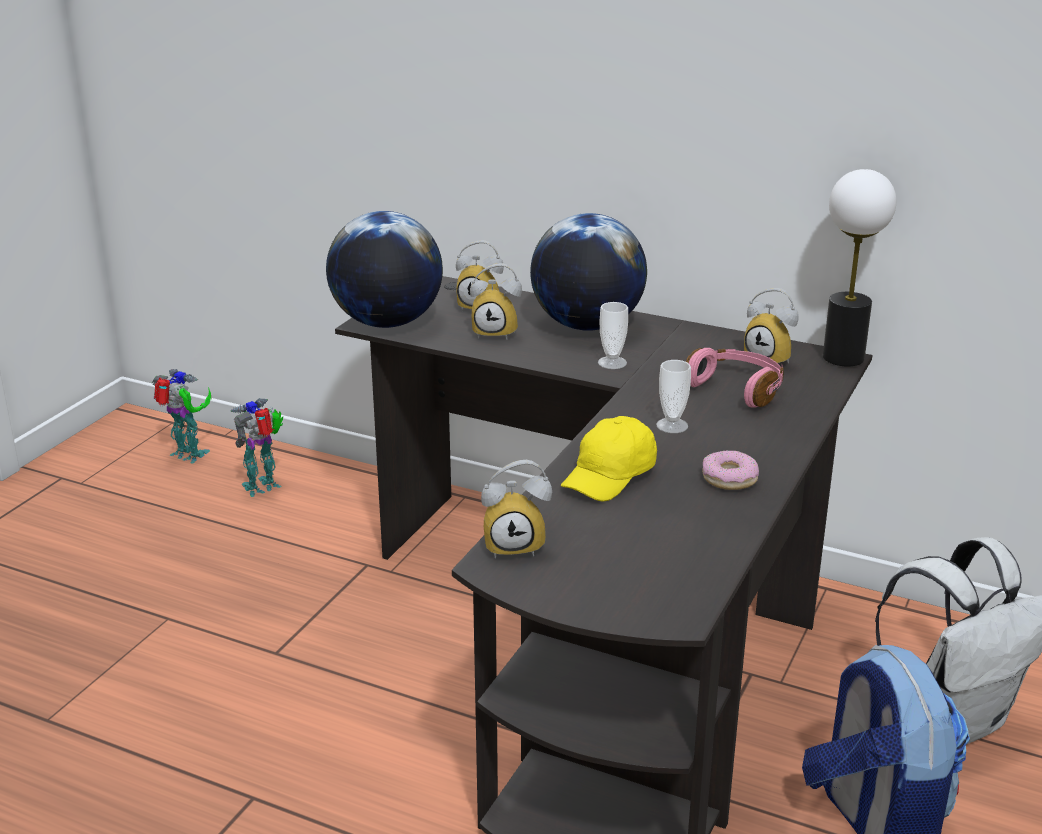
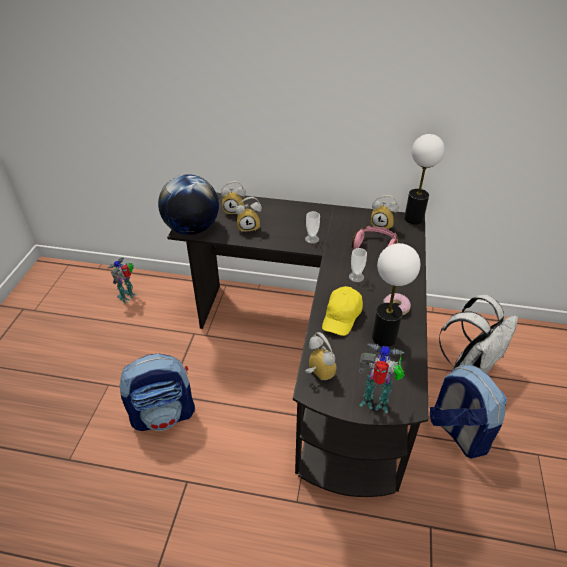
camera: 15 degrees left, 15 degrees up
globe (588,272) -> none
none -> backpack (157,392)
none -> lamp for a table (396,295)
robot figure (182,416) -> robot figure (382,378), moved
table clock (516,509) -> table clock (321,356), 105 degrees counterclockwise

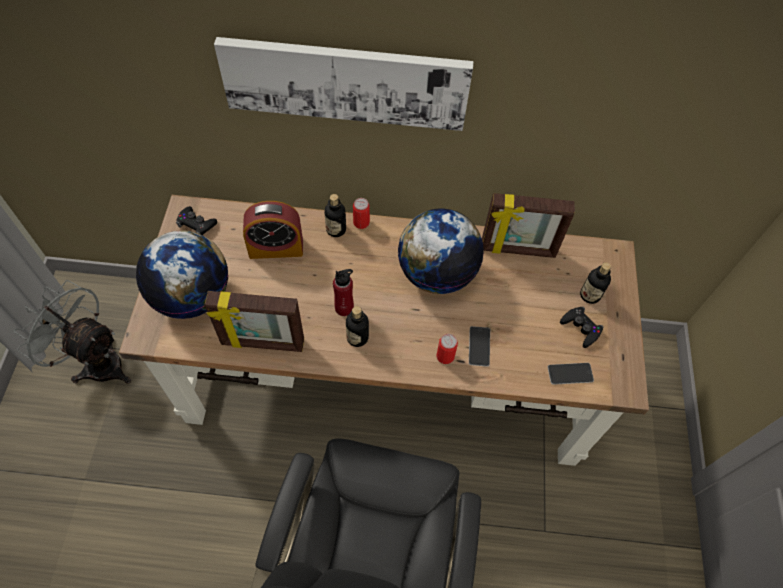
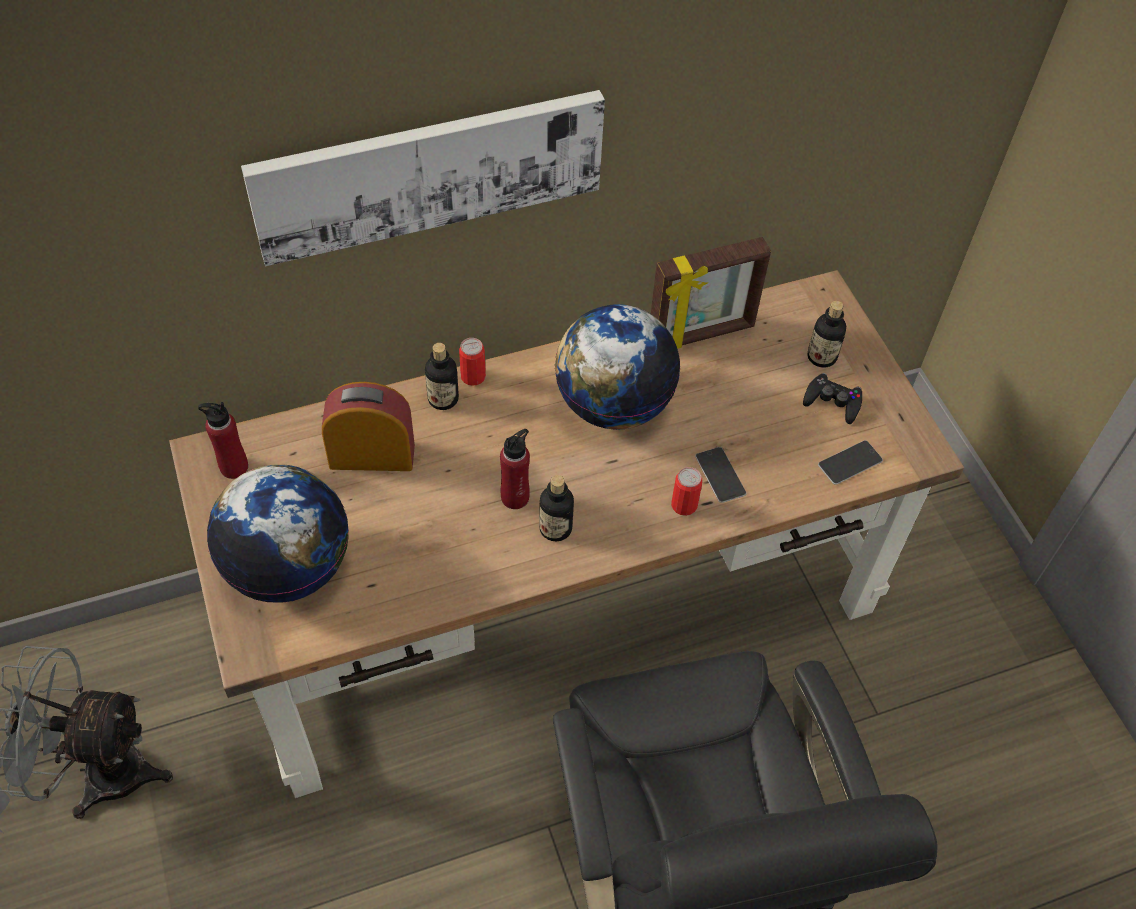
camera: 25 degrees left, 5 degrees down
picture frame (254,321) -> none
game controller (black) (196,220) -> beverage bottle (reddish) (223,440)
table clock (273,230) -> table clock (368,426), 150 degrees counterclockwise

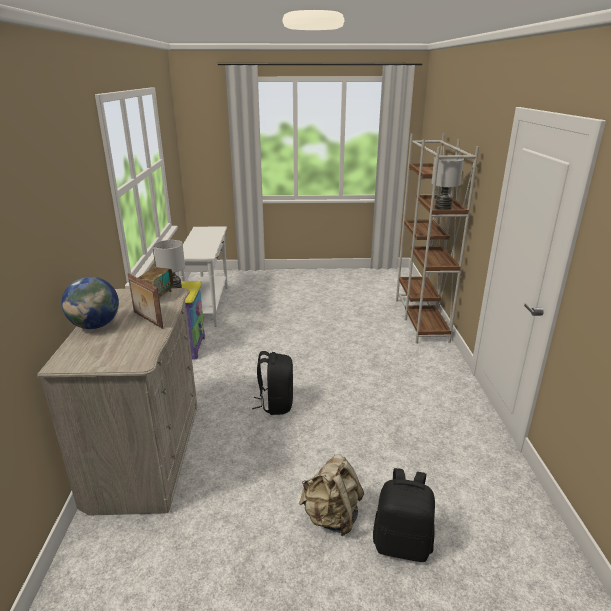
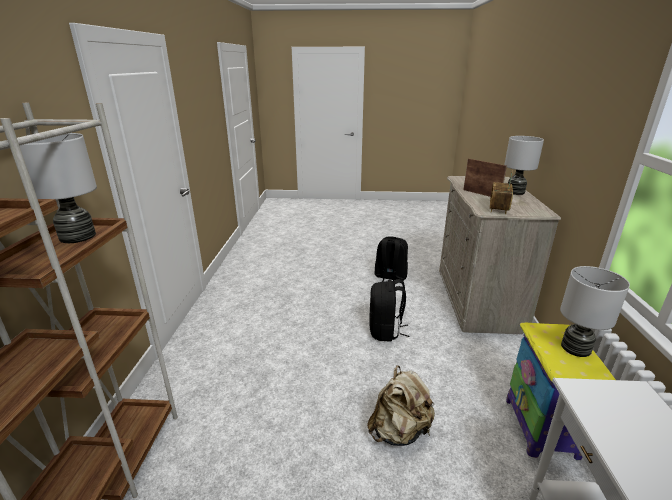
camera: 175 degrees left, 0 degrees up
backpack (sand-coloured) (331,495) -> backpack (sand-coloured) (401,405), moved
backpack (black) (404,515) -> backpack (black) (391,259), moved
globe (90,303) -> lamp for a table (greyish) (524,165)

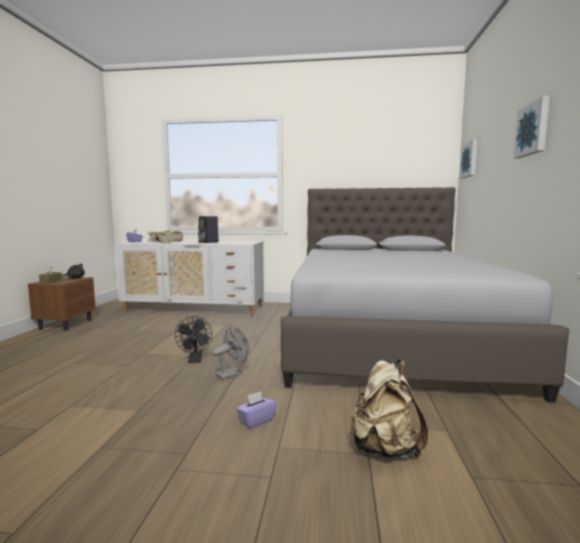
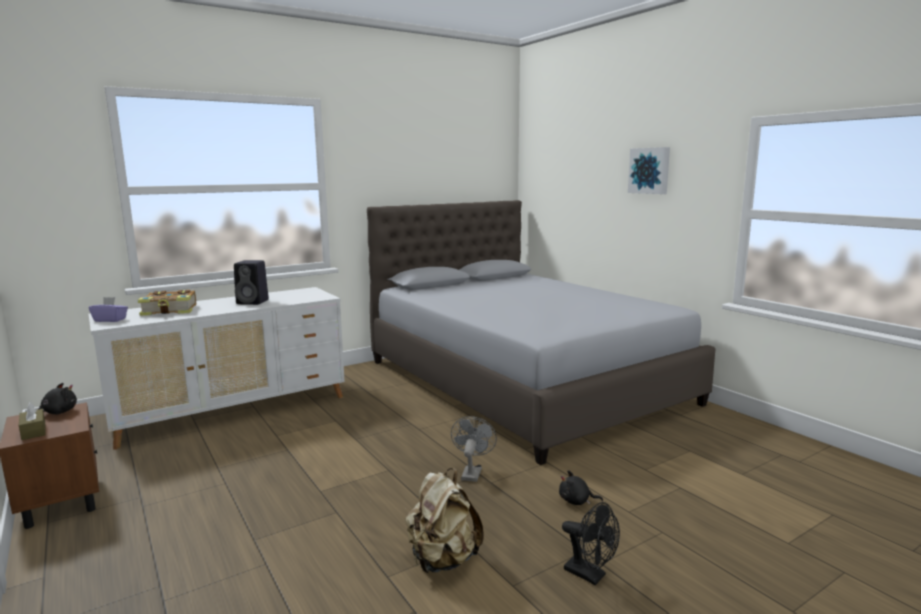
camera: 40 degrees left, 5 degrees up
wall art (468,159) -> none
fan (black) (193,340) -> fan (black) (591,543), moved
backpack (sand-coloured) (389,409) -> backpack (sand-coloured) (445,520), moved
tissue box (purple-coloured) (256,409) -> cuddly toy (black) (581,487)

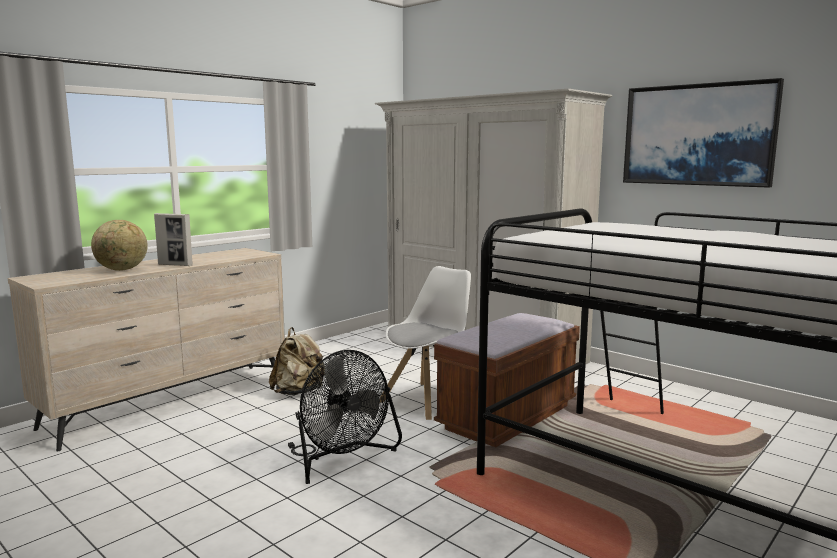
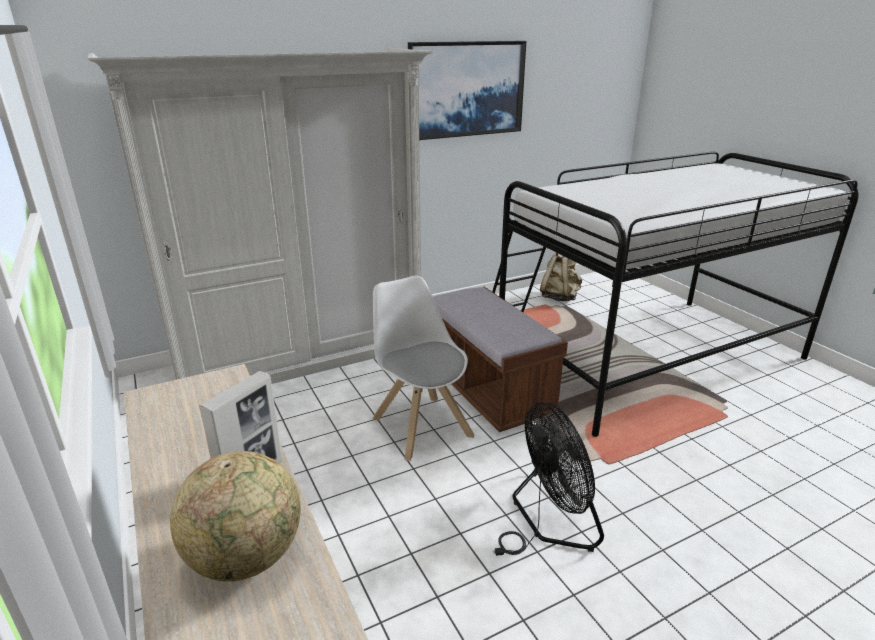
camera: 70 degrees left, 15 degrees up
backpack (sand-coloured) (297,361) -> backpack (sand-coloured) (561,277), moved

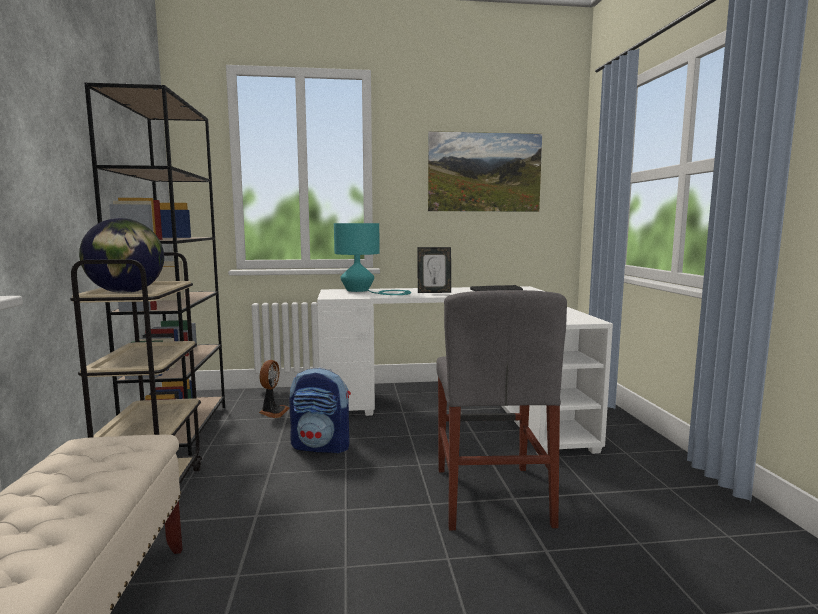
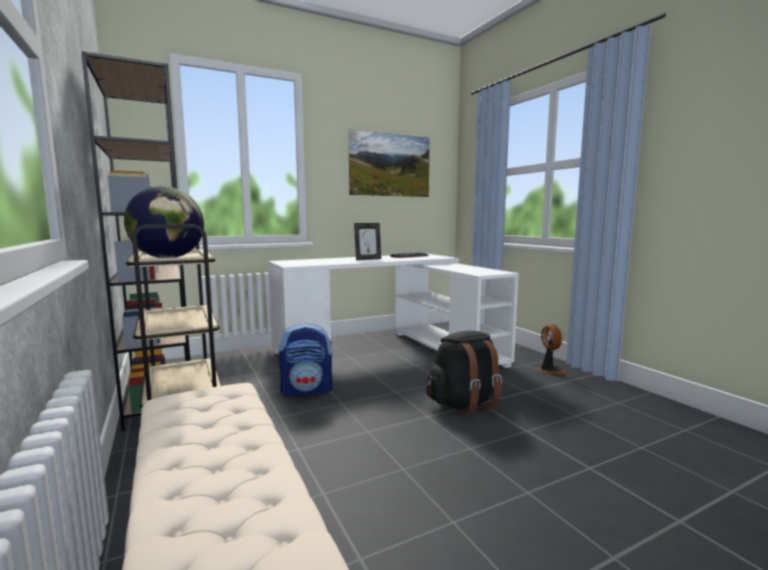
camera: 20 degrees left, 0 degrees up
lamp for a table (blue-green) (372,259) -> none
fan (274,389) -> fan (553,349), moved
chair (greyish) (501,410) -> backpack (black) (464,373)

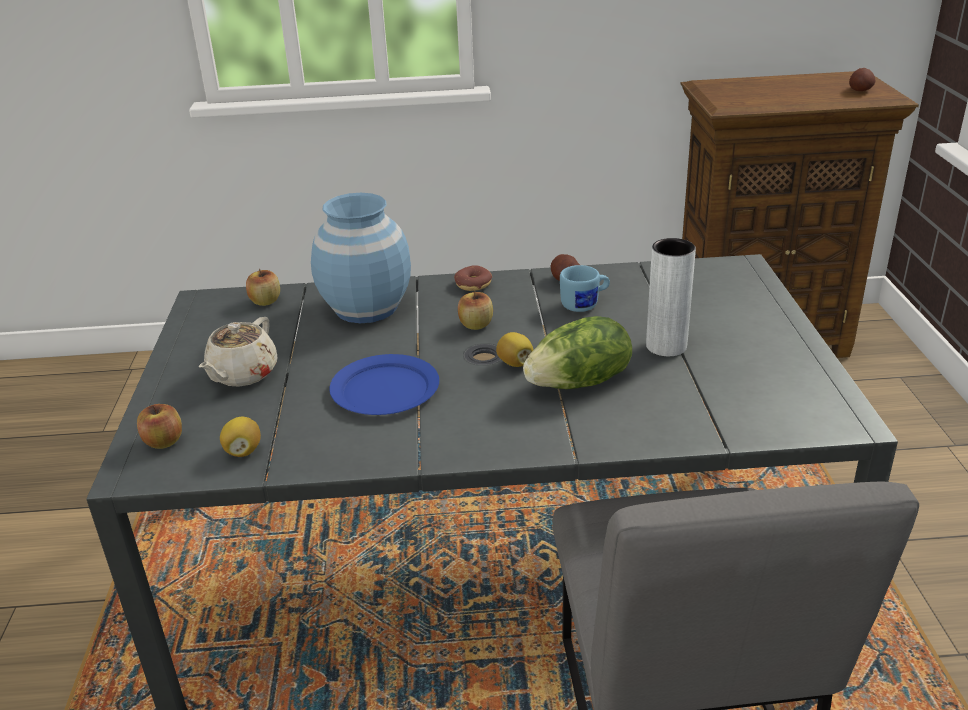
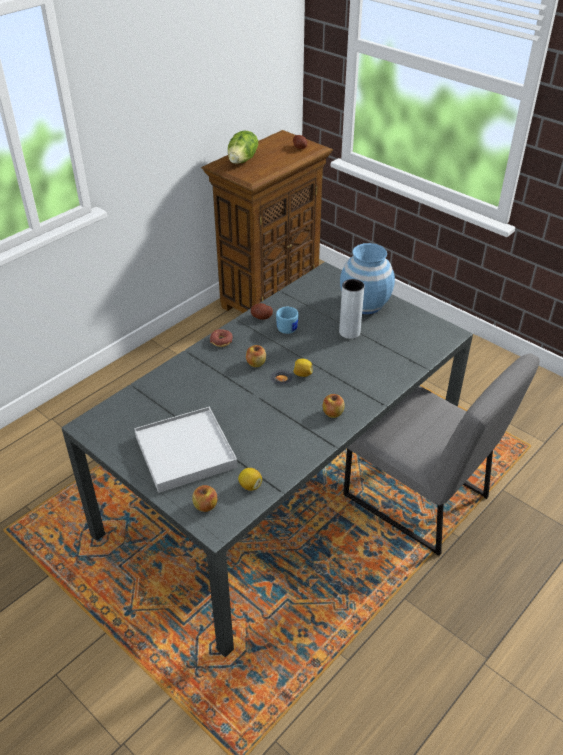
camera: 45 degrees left, 10 degrees up
plate (blue) (384,384) -> none
whole apple (263,287) -> whole apple (334,406), moved
decorative vase (blue) (361,258) -> decorative vase (blue) (367,278), moved
lettuce head (577,352) -> lettuce head (243,147), moved
pot for tea (sand-coloured) (238,352) -> serving tray (whitish) (185,450)

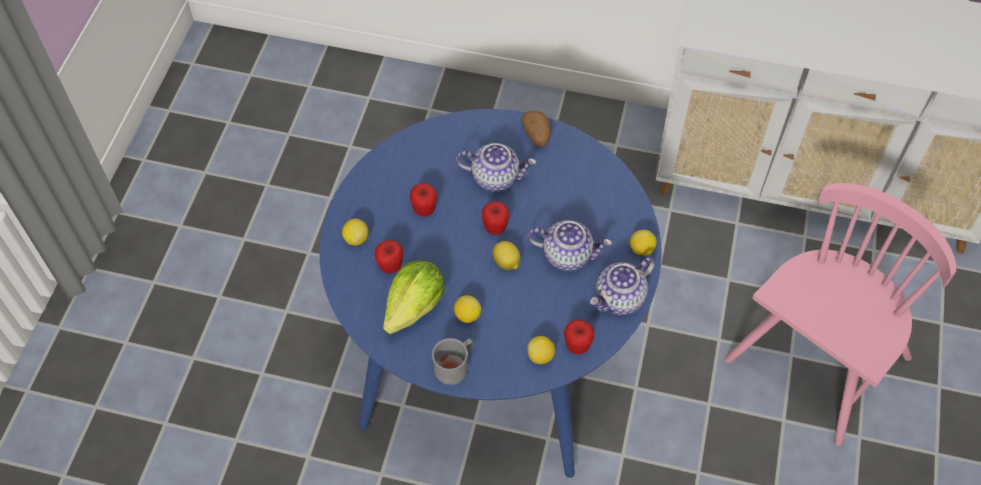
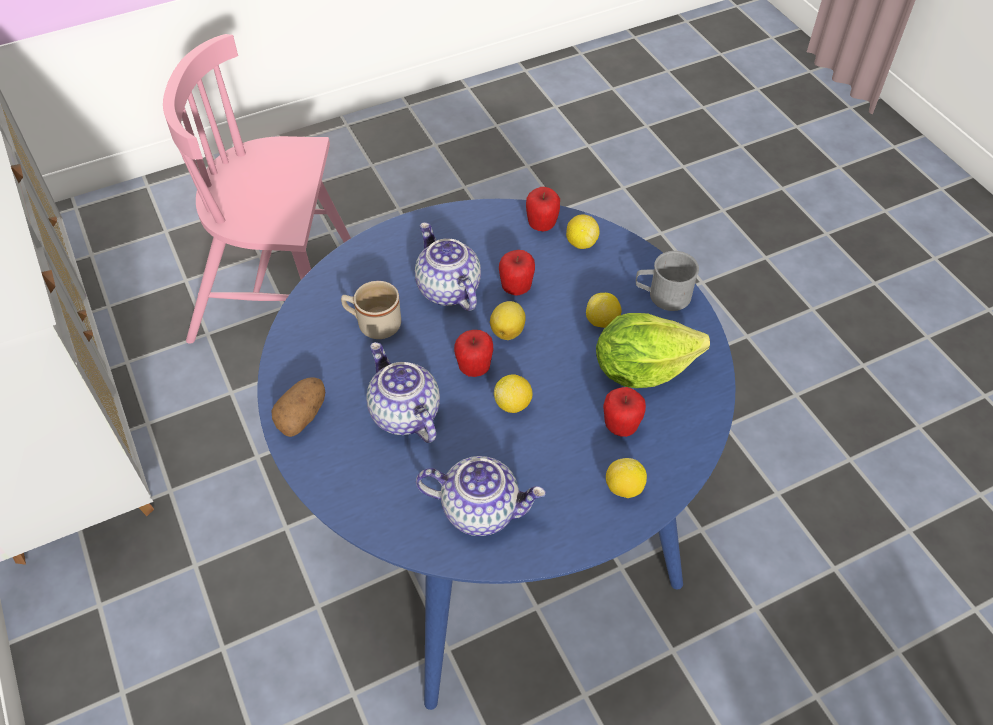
camera: 130 degrees left, 5 degrees down
none -> coffee mug (sand-coloured) (371,310)
whole apple (423,200) -> whole apple (517,273), moved
pot for tea (622,286) -> pot for tea (481,496), moved
whole lemon (643,243) -> whole lemon (513,393), moved

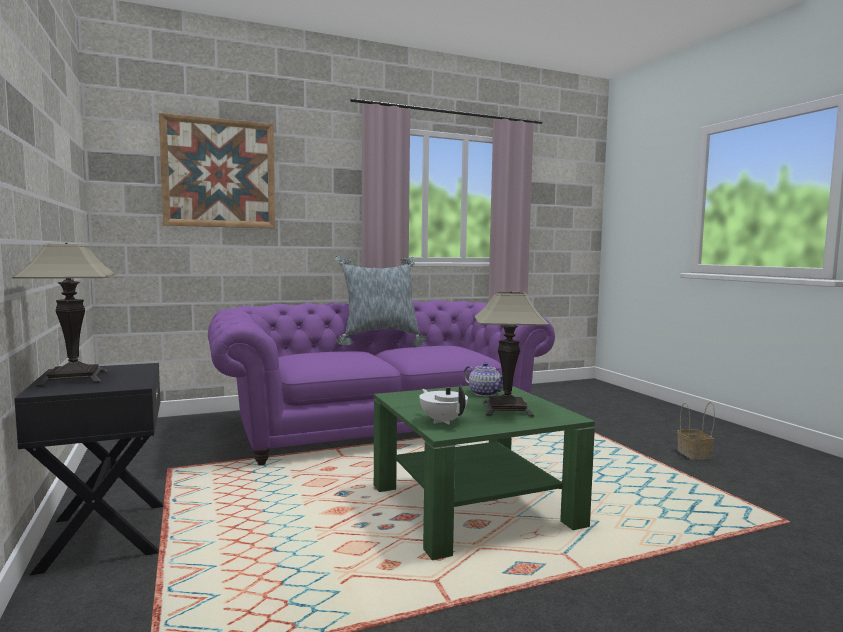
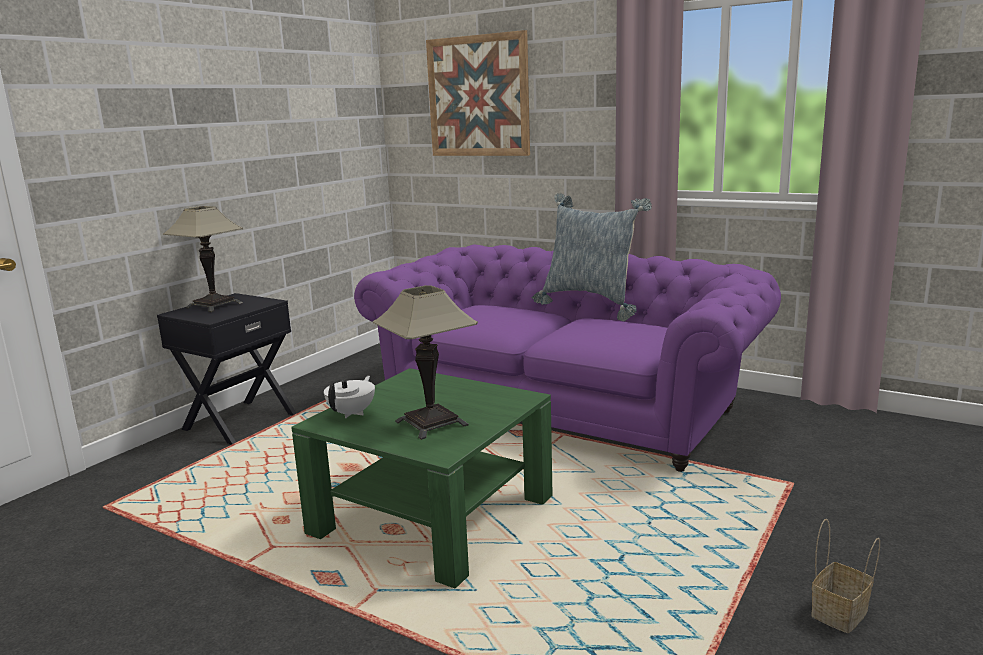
camera: 55 degrees right, 10 degrees up
pot for tea (483,379) -> none

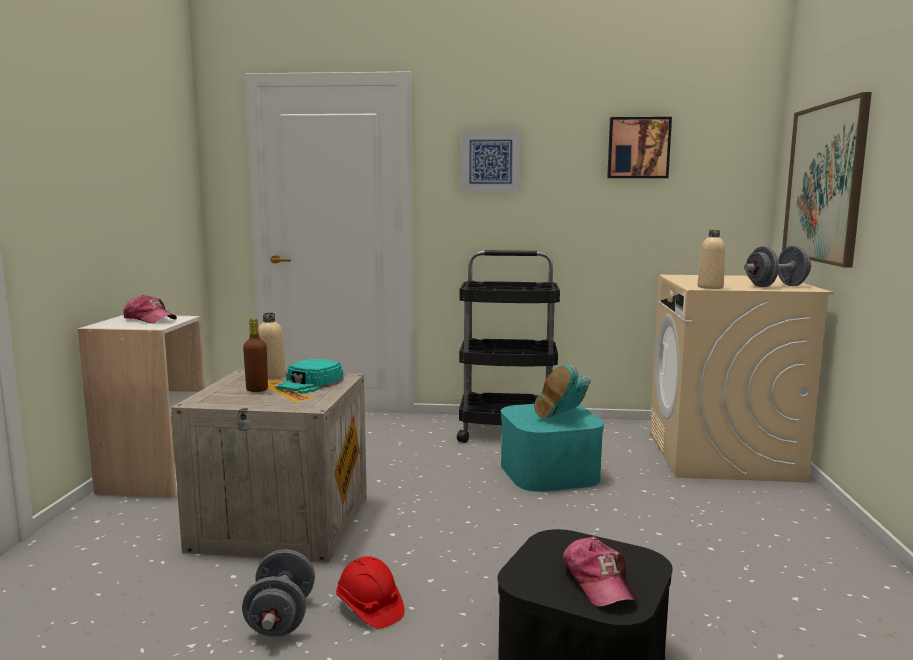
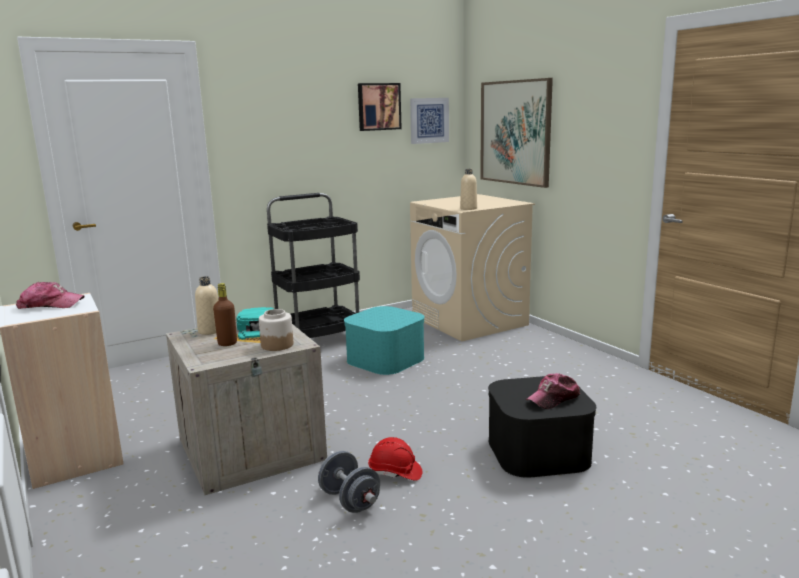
camera: 35 degrees left, 5 degrees up
boot (blue-green) (562,391) -> none
free weight (greyish) (778,266) -> none
none -> jar (276,330)
wall art (491,161) -> wall art (429,121), moved
baseball cap (600,571) -> baseball cap (553,391), 105 degrees clockwise

